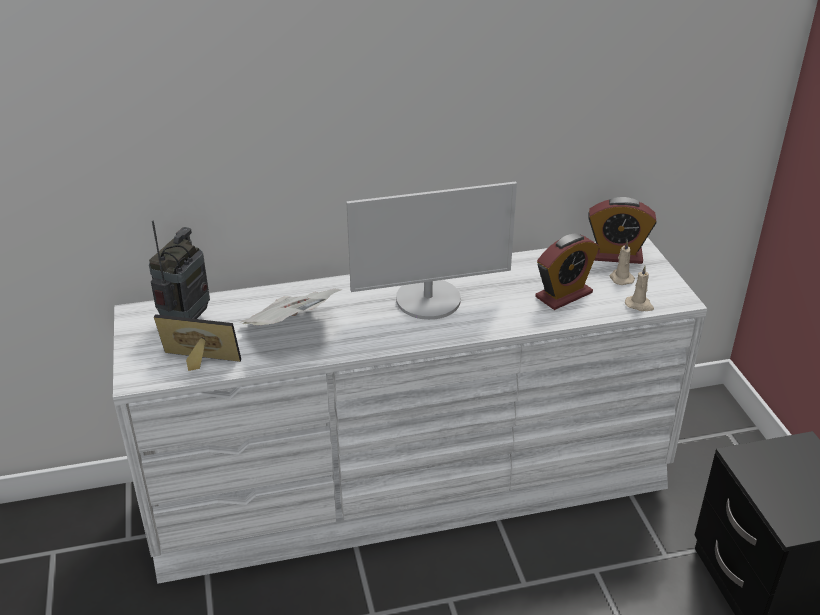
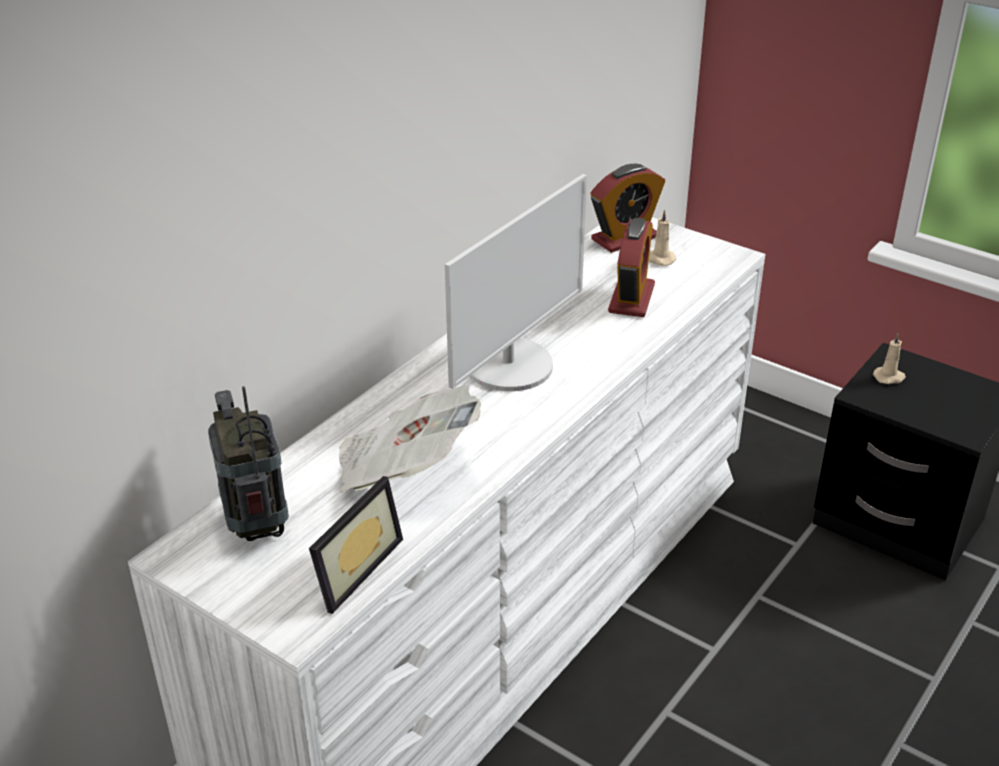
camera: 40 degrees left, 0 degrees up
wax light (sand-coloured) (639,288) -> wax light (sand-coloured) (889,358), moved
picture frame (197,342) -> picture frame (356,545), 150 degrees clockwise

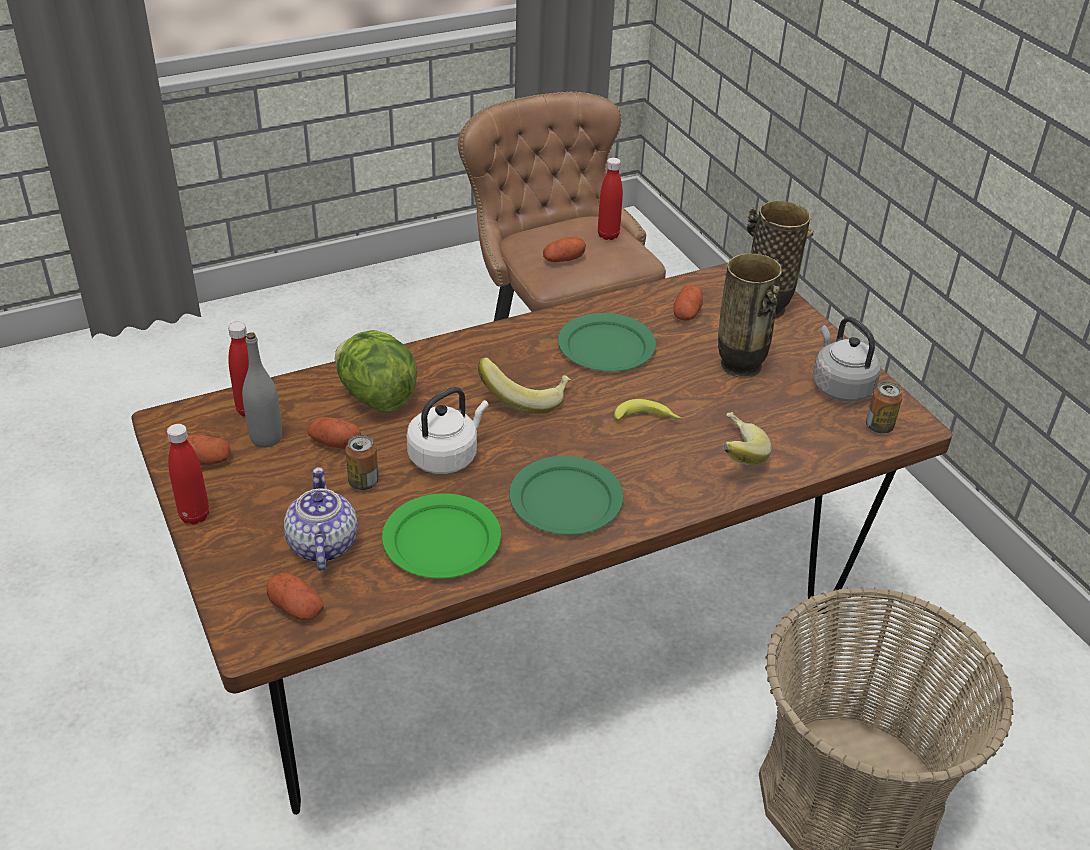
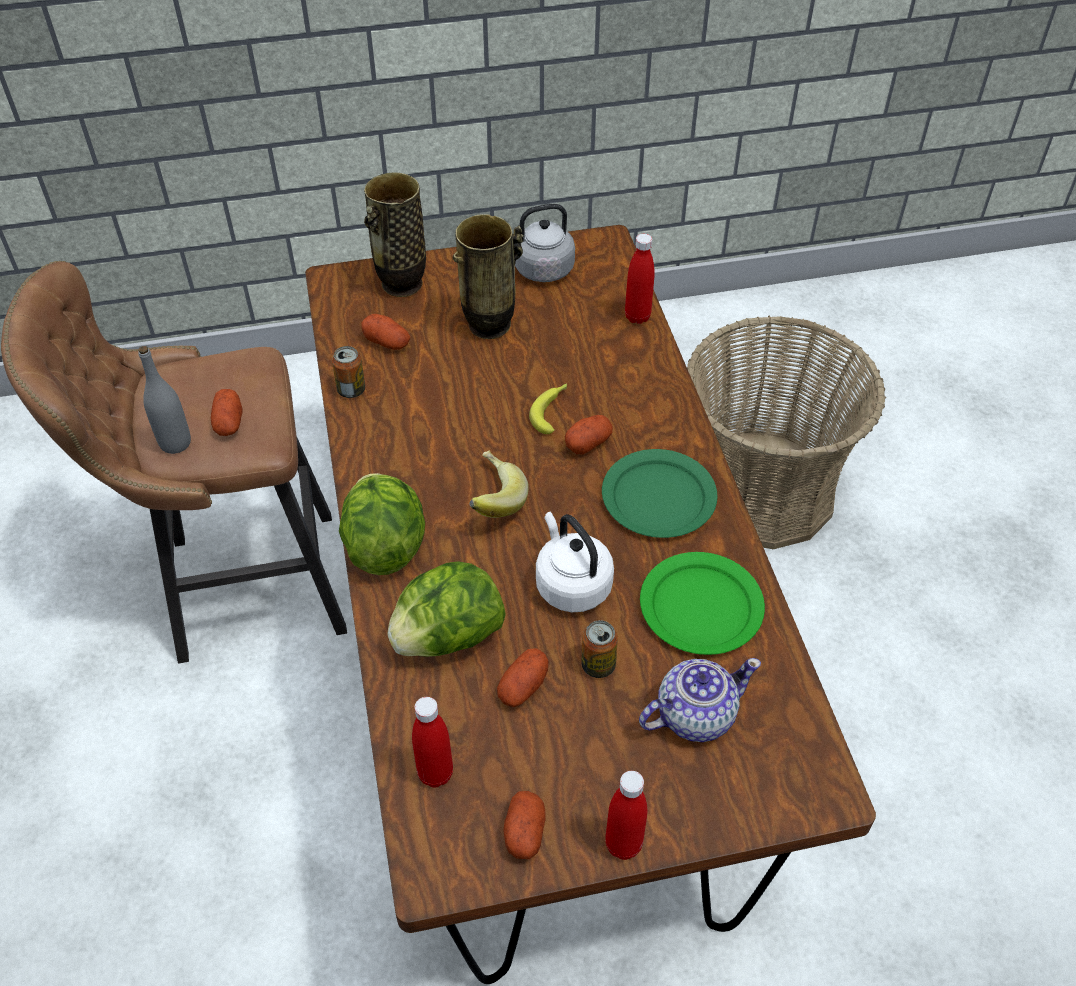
camera: 75 degrees left, 10 degrees up
plate (green) (607,342) -> none
whole banana (747,438) -> none
none -> lettuce head (382,524)
beverage bottle (greyish) (262,390) -> beverage bottle (greyish) (164,400), moved
spud (295,596) -> spud (589,434), moved
beverage bottle (reddish) (610,199) -> beverage bottle (reddish) (640,279), moved
metal can (884,408) -> metal can (348,372), moved
pot for tea (321,519) -> pot for tea (700,700), 150 degrees clockwise

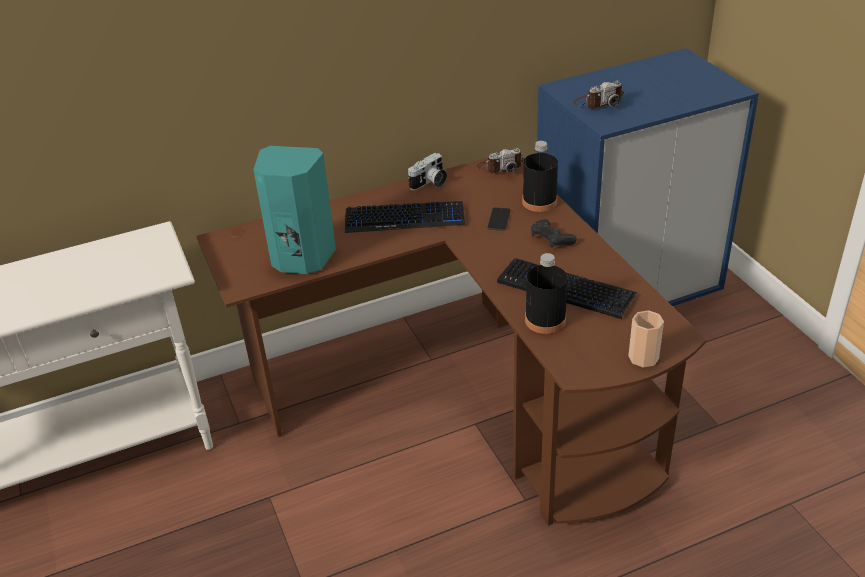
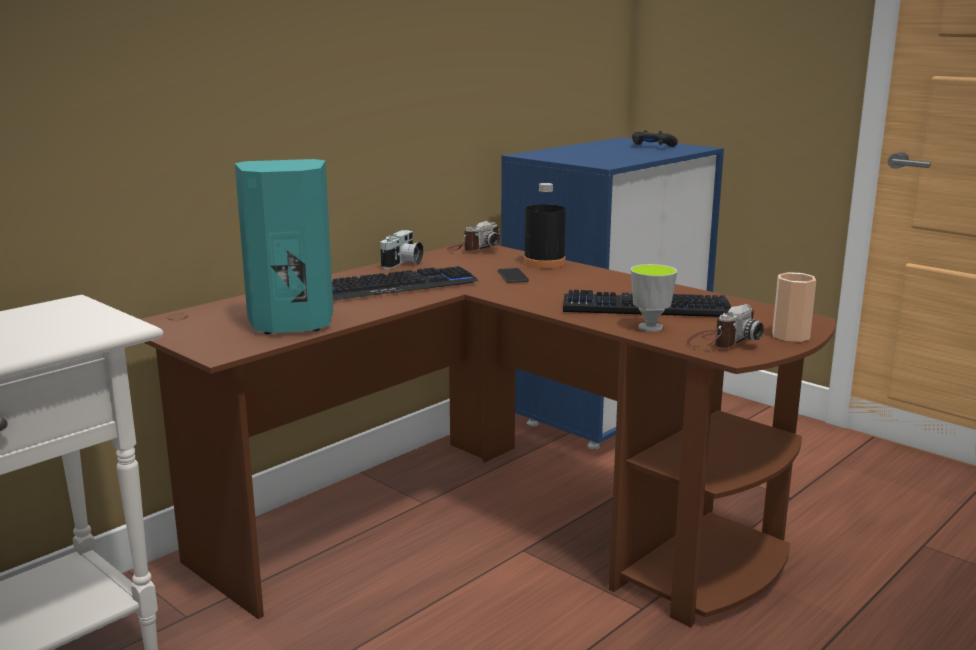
camera: 25 degrees left, 20 degrees down
game controller (black) (554,233) -> game controller (black) (655,138), moved
photo camera (598,95) -> photo camera (725,326), moved
beverage bottle (black) (546,293) -> cup (654,298)

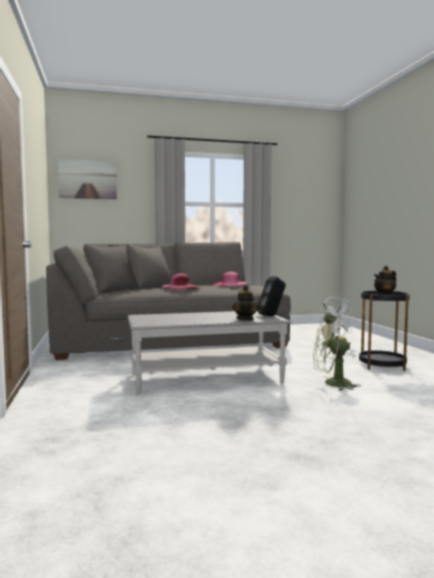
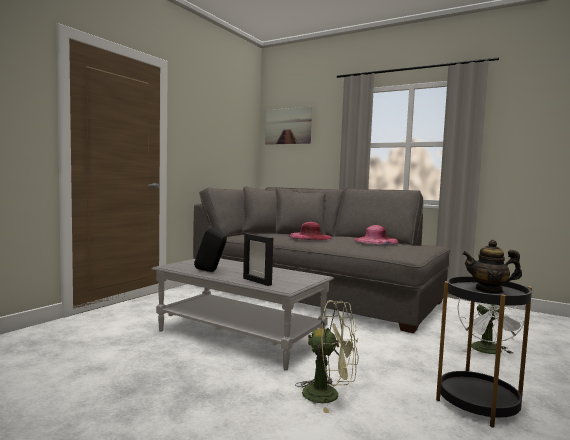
camera: 45 degrees right, 0 degrees up
speaker (black) (272,296) -> speaker (black) (210,249), moved
pot for tea (245,303) -> picture frame (258,259)
fan (green) (337,353) -> fan (green) (326,356), 150 degrees clockwise

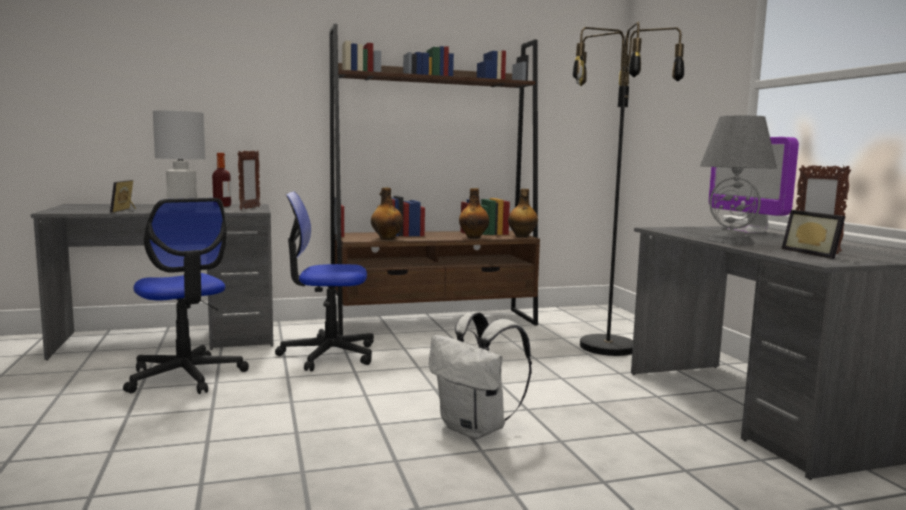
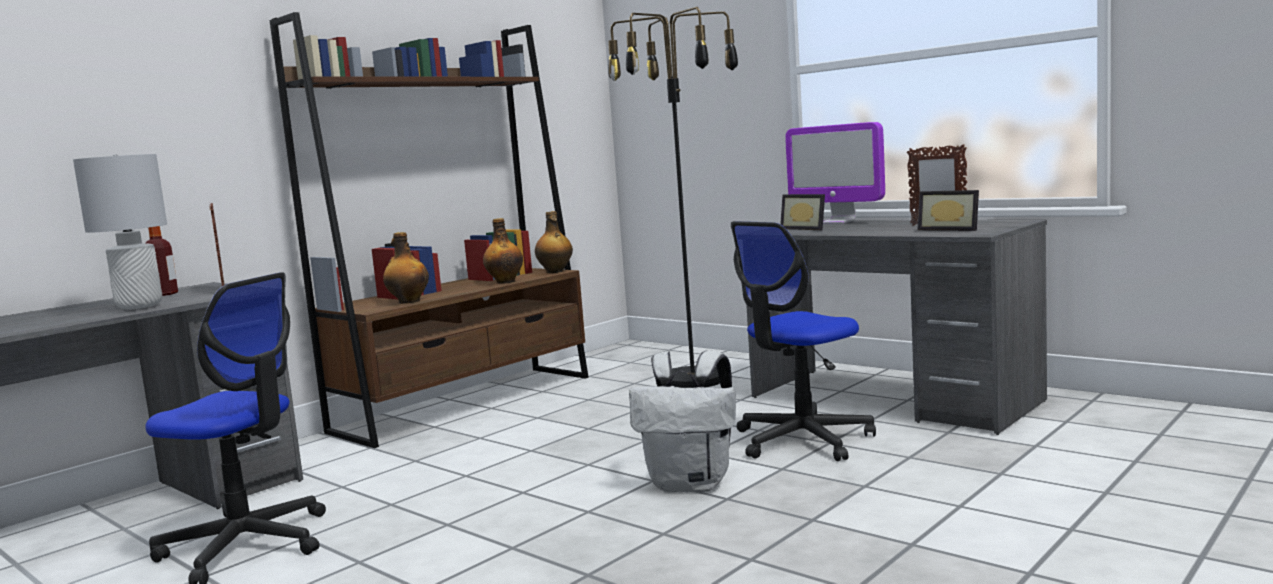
camera: 30 degrees left, 0 degrees up
lamp for a table (greyish) (738,179) -> none
picture frame (123,196) -> picture frame (802,212), moved
computer chair (324,281) -> computer chair (803,341), moved

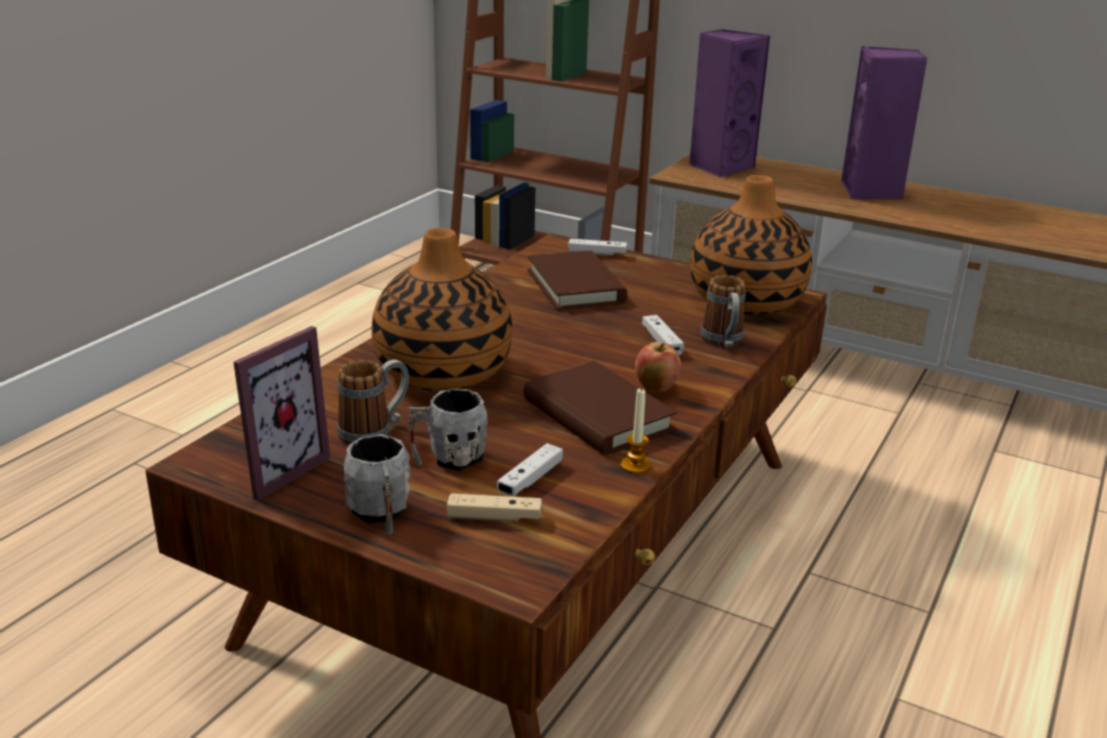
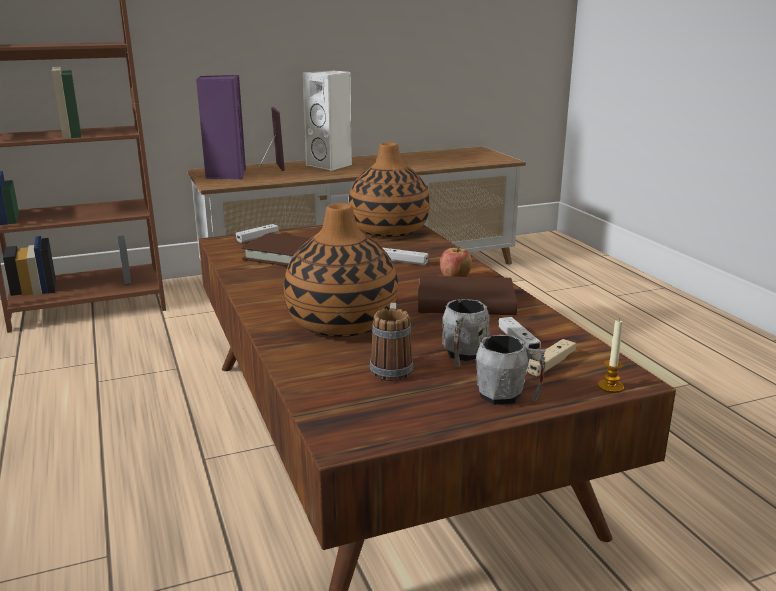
camera: 50 degrees left, 5 degrees down
coffee mug (722,311) -> none
picture frame (281,413) -> picture frame (272,139), moved
wax light (636,431) -> wax light (611,356), moved
speaker (purple-coloured) (884,122) -> speaker (whitish) (327,120)

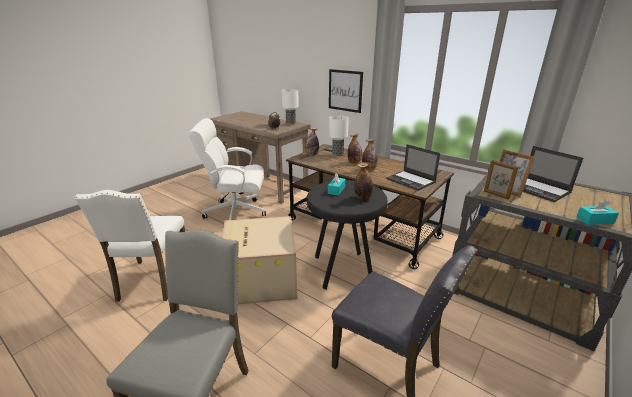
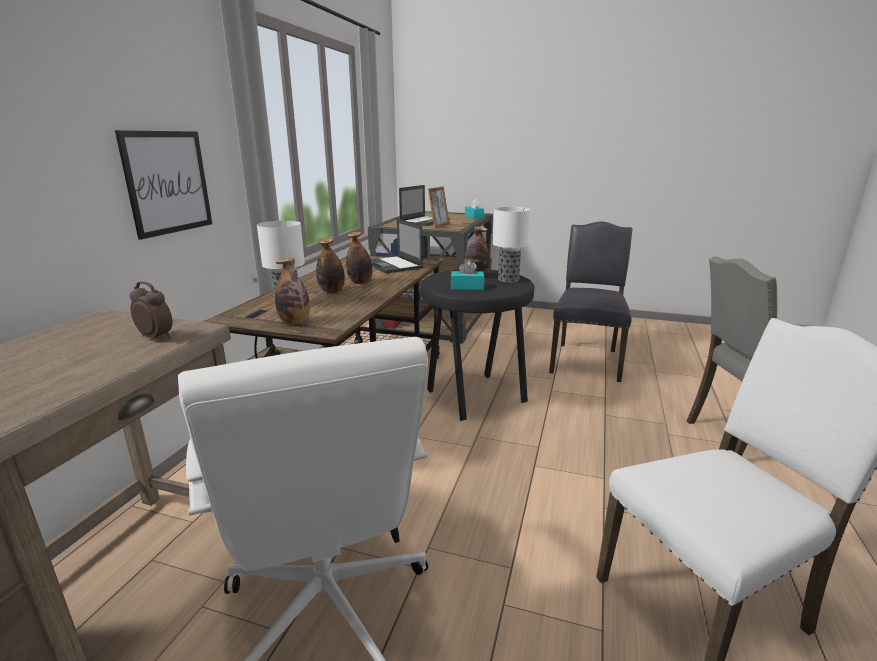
camera: 110 degrees left, 5 degrees down
cardboard box (259,260) -> none
picture frame (501,179) -> none
lamp for a table (290,107) -> lamp for a table (512,245), moved
laptop (413,167) -> laptop (397,246), 120 degrees clockwise

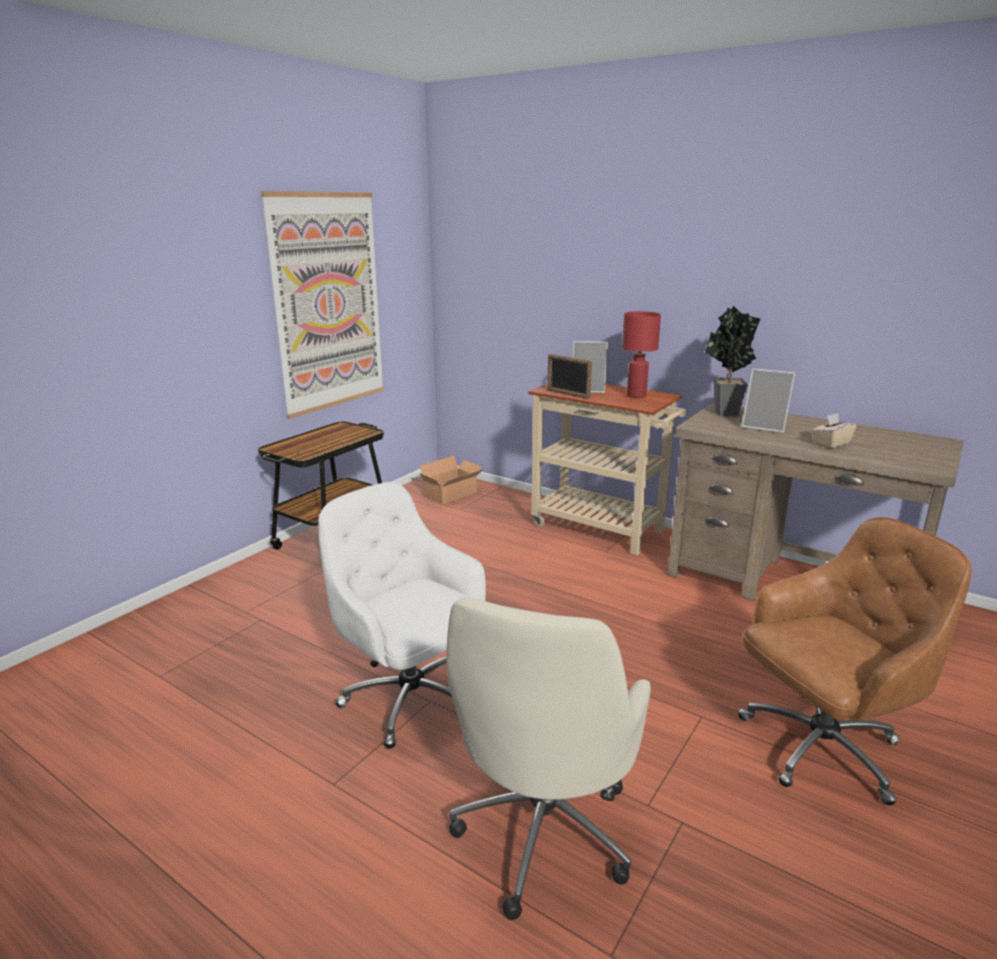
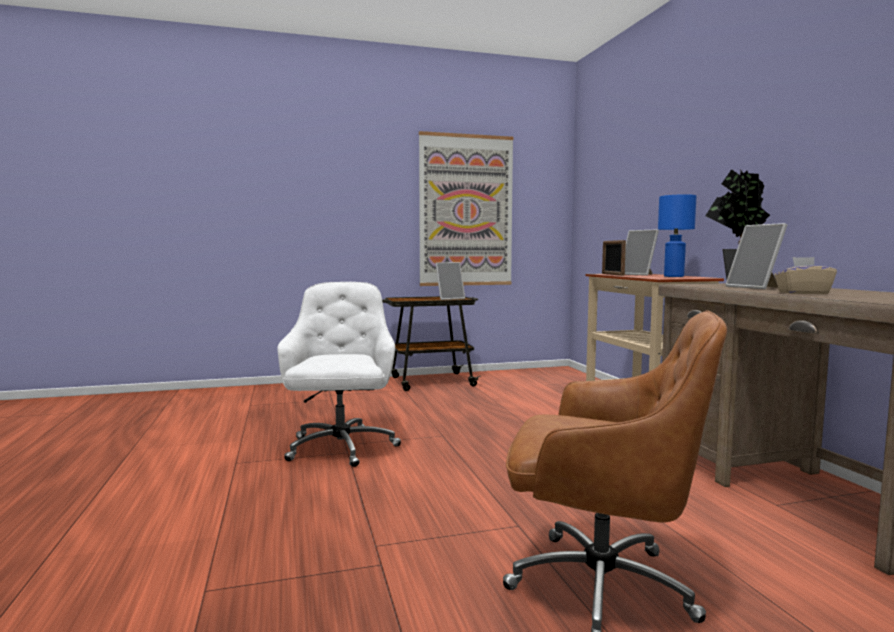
camera: 40 degrees right, 15 degrees down
cardboard box (450,480) -> none
computer chair (sand-coloured) (548,758) -> none
none -> picture frame (450,281)
lamp for a table (reddish) (641,354) -> lamp for a table (blue) (677,235)

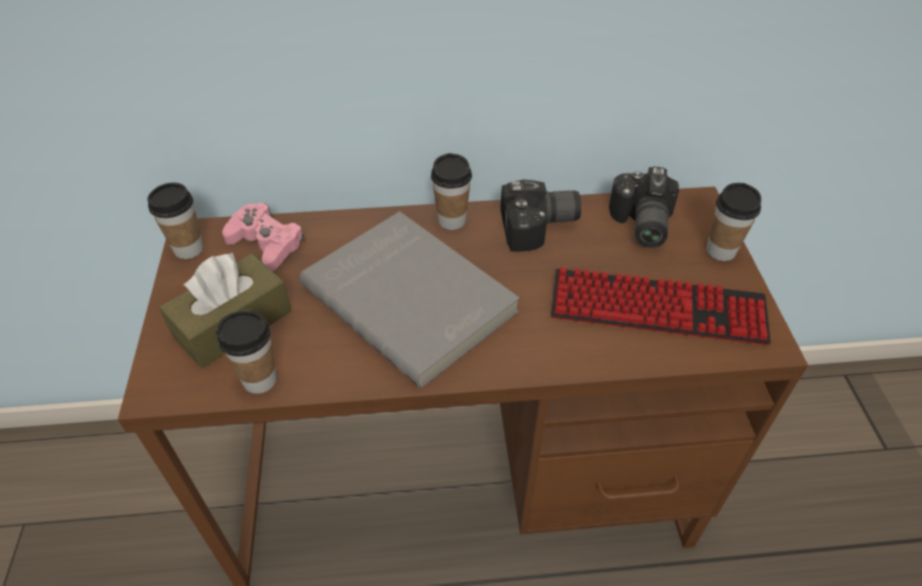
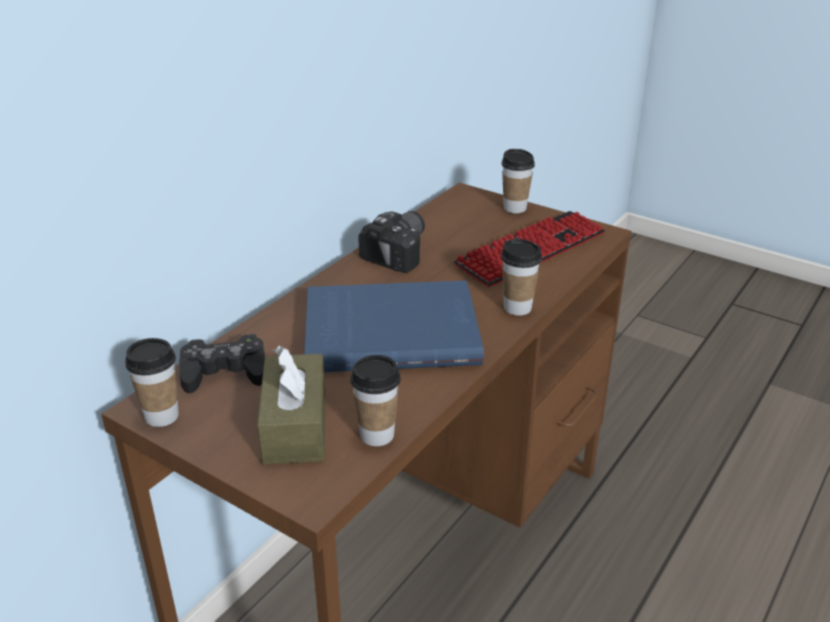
camera: 50 degrees left, 15 degrees down
photo camera (644,207) -> none
cup (451,191) -> cup (521,277), moved
game controller (pink) (263,236) -> game controller (black) (222,363)
volume (greyish) (410,299) -> volume (blue) (394,326)

